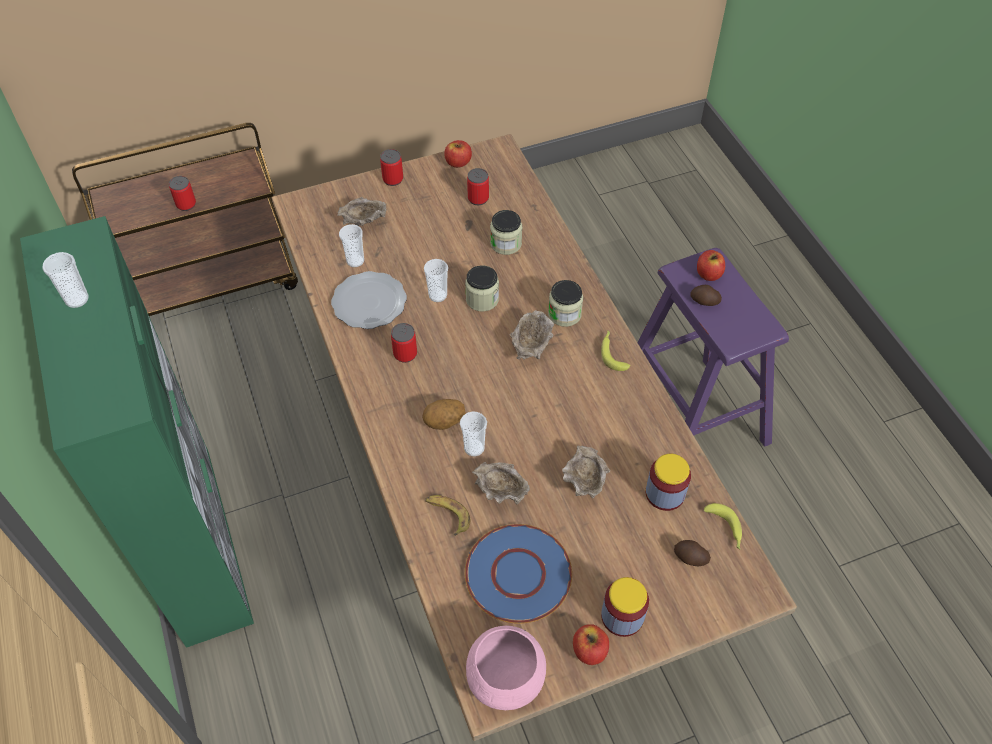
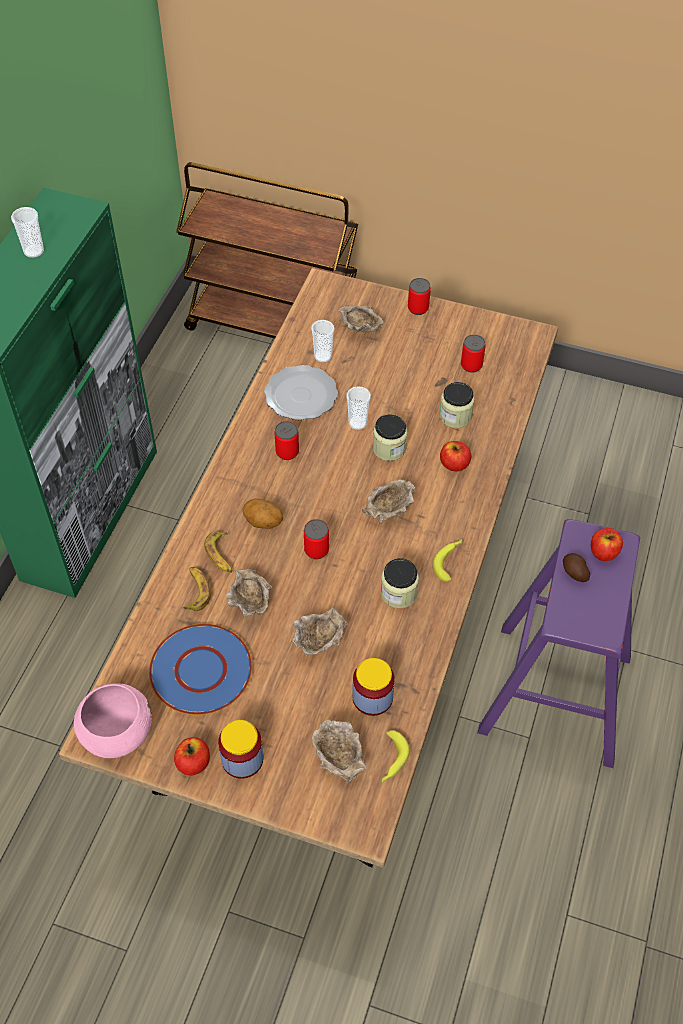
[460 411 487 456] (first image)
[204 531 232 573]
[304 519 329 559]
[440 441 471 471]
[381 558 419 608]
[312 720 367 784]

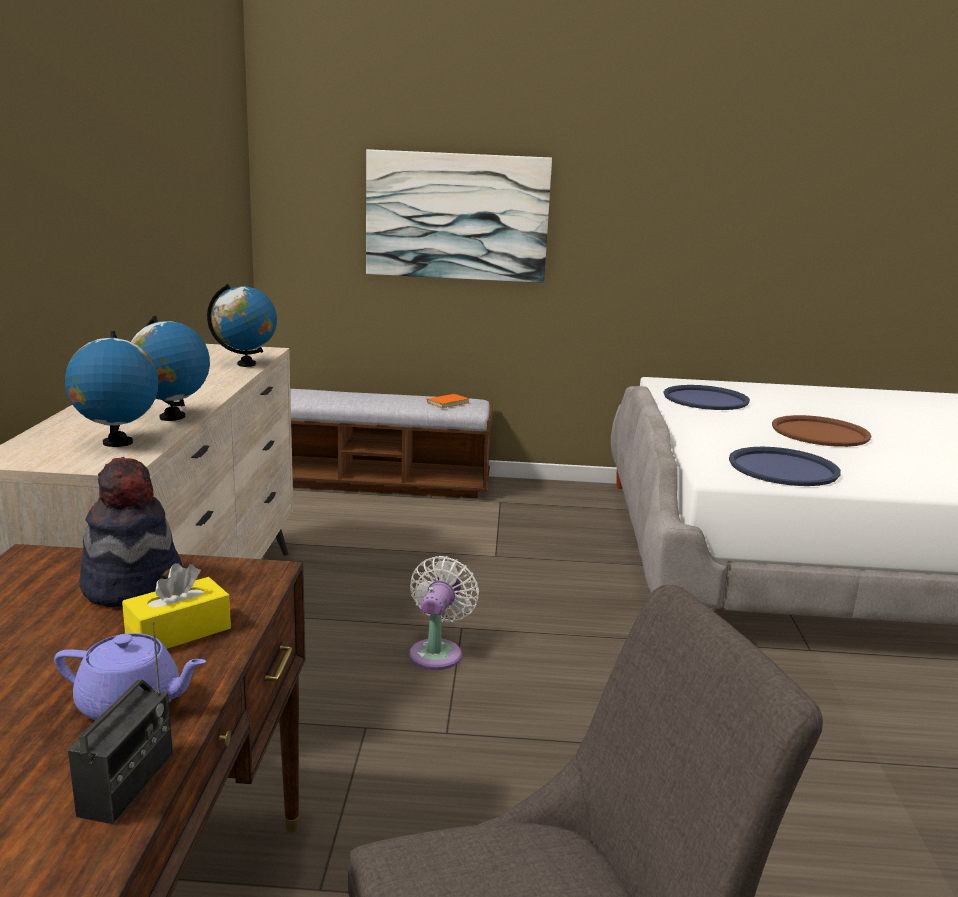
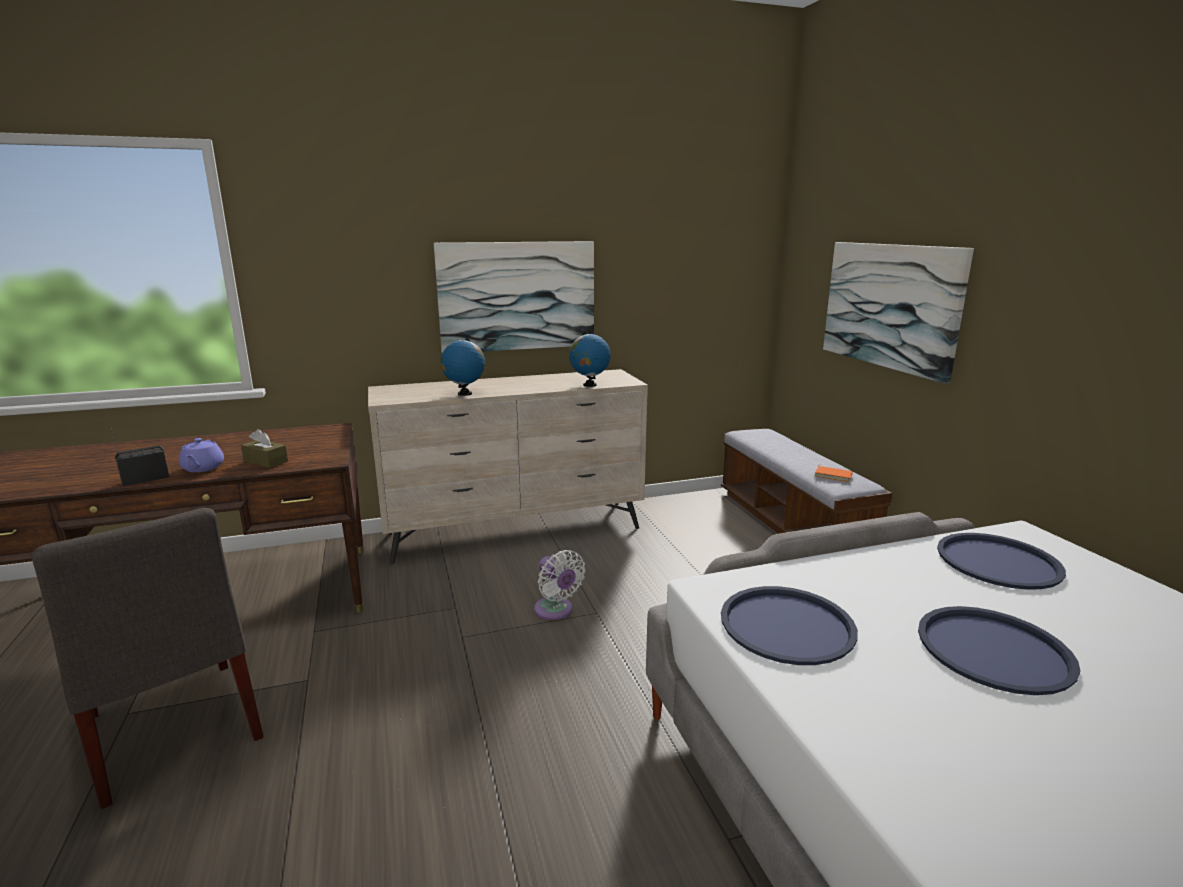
[65 331 159 447] (first image)
[79 457 182 607] (first image)
[434 241 594 353]
[241 429 288 468]
[918 606 1080 695]
[110 425 169 487]
[534 550 586 620]

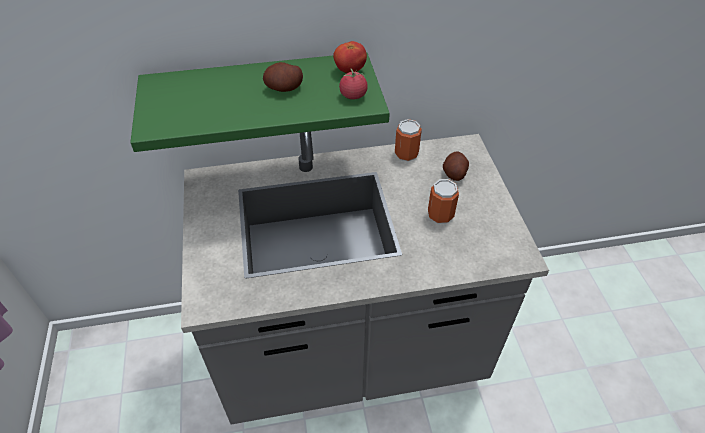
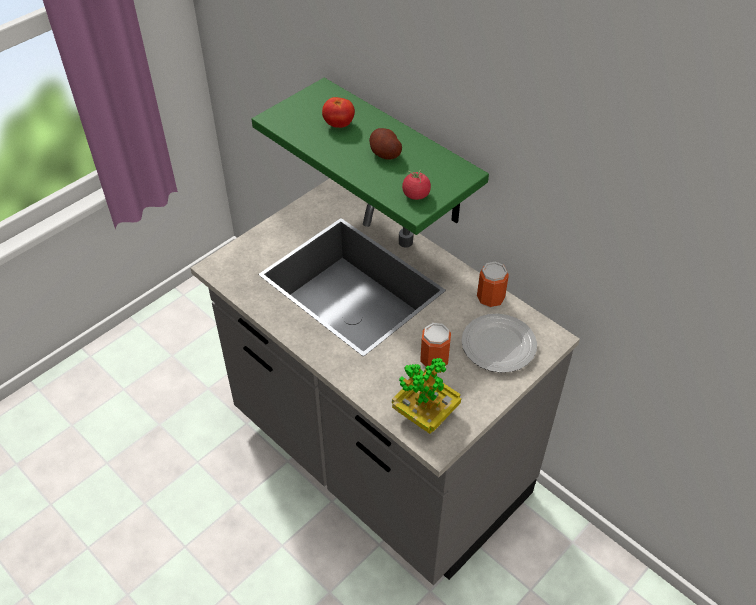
[392 358 461 434]
[322 97 355 128]
[461 314 537 373]

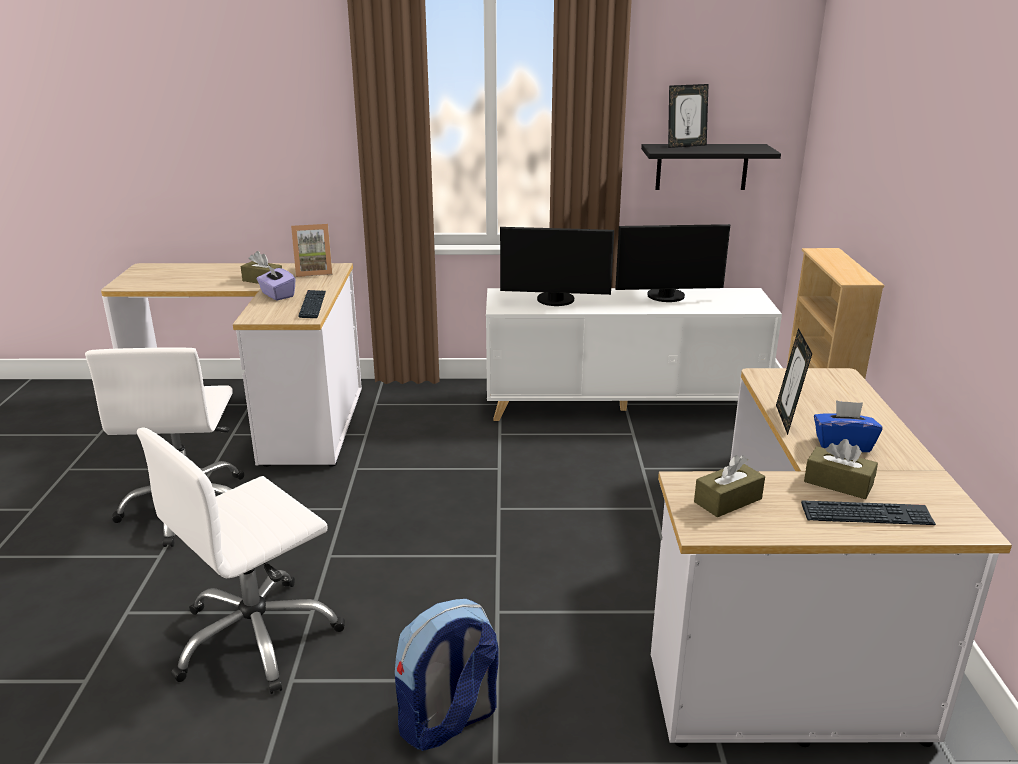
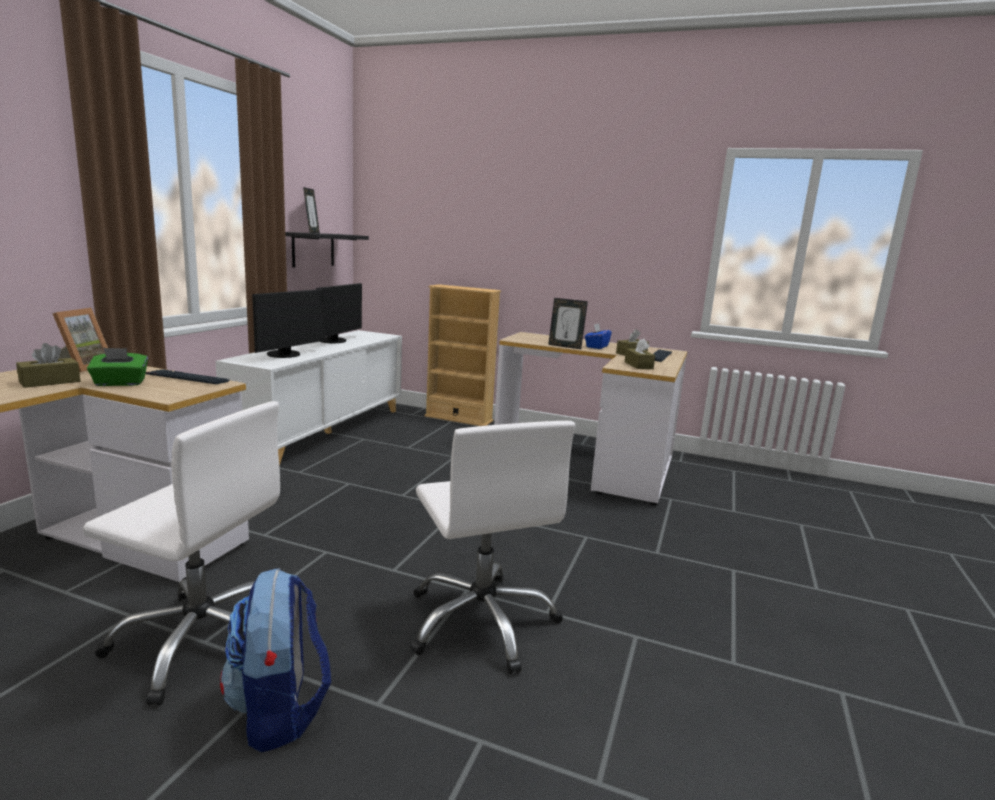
[220 568 331 752]
[87 348 148 386]

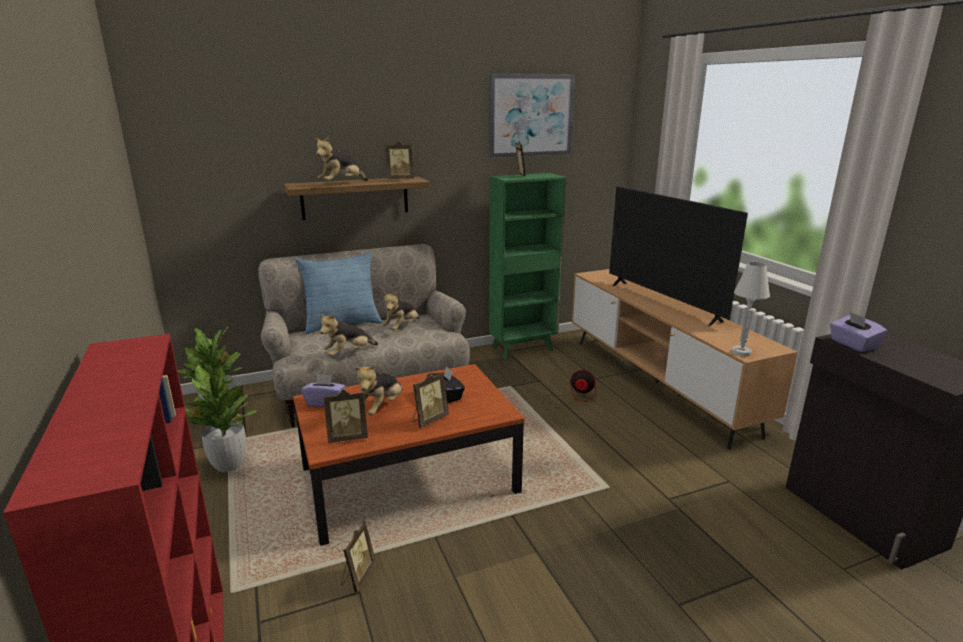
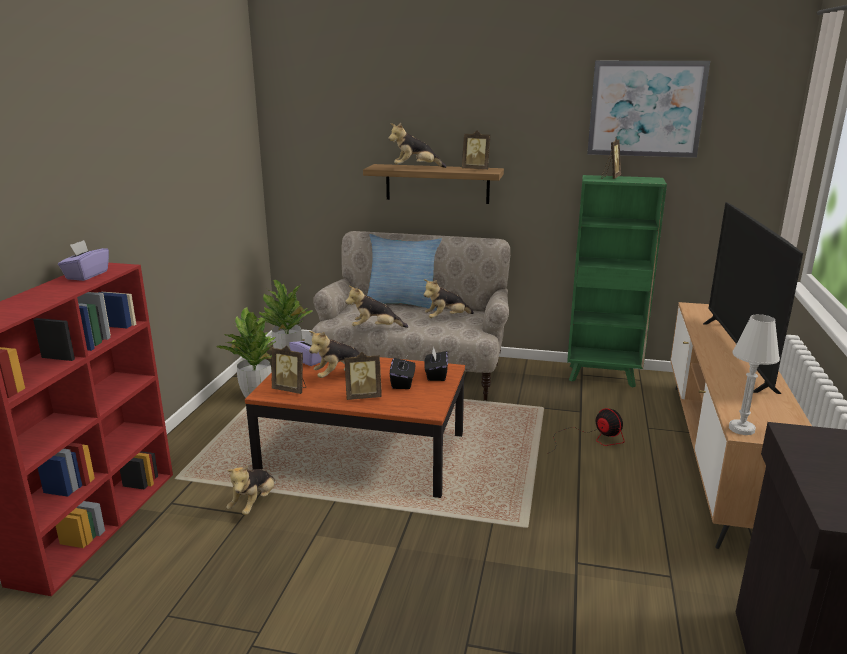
[424 347 448 381]
[58 240 109 281]
[227 465 275 515]

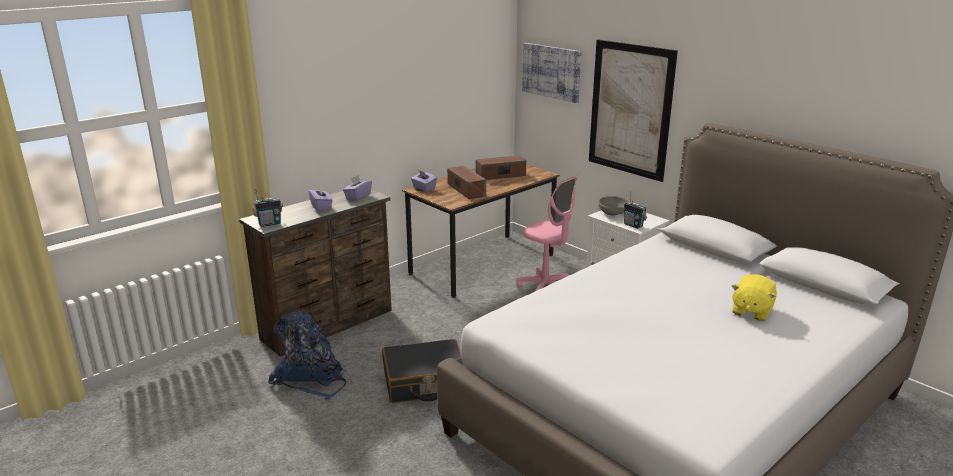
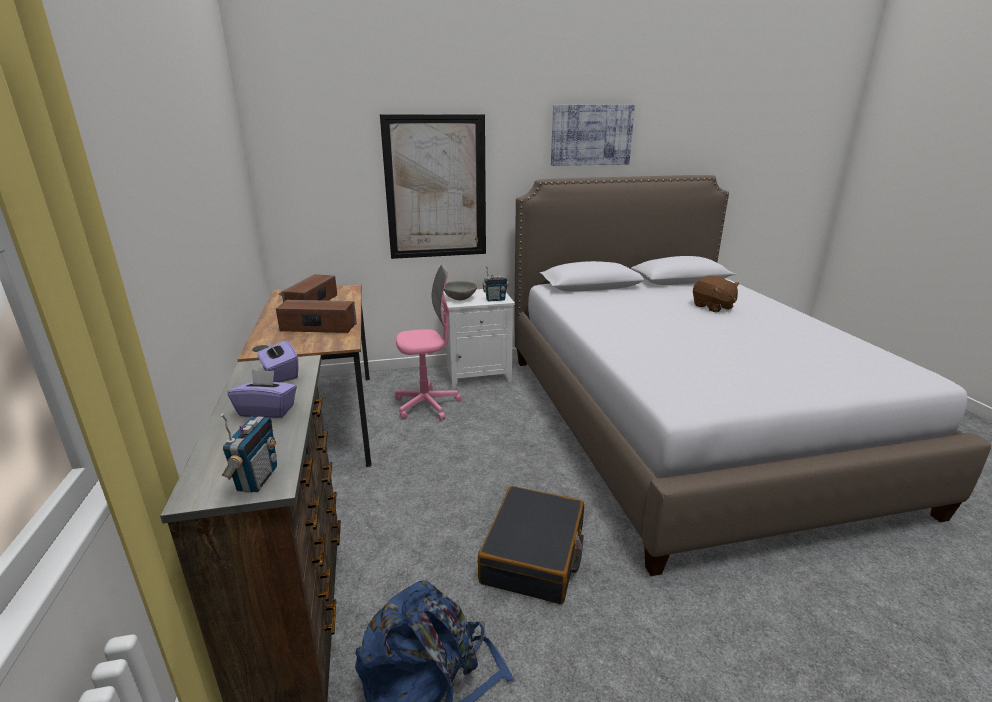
[411 170 437 192] (first image)
[551 105 635 166]
[693 275 739 312]

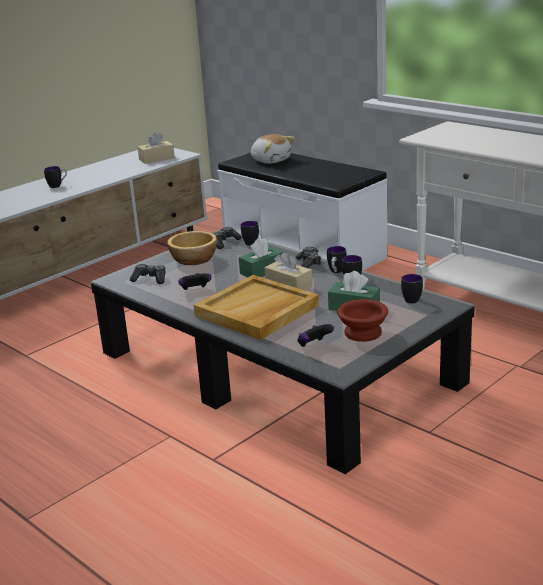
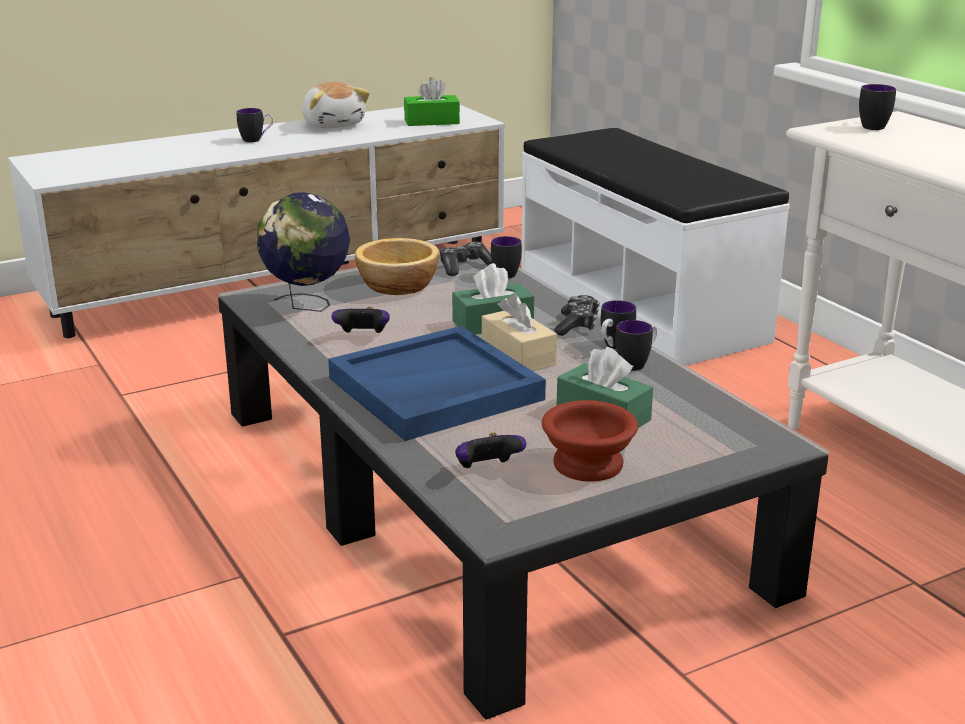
[302 82 370 128]
[859 84 896 130]
[256 192 350 312]
[404 77 460 126]
[328 326 546 441]

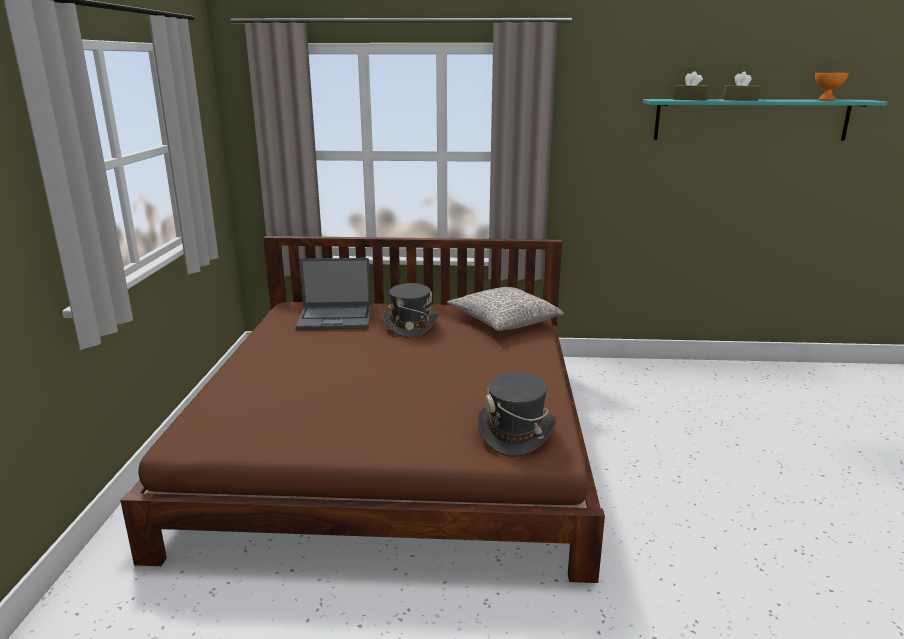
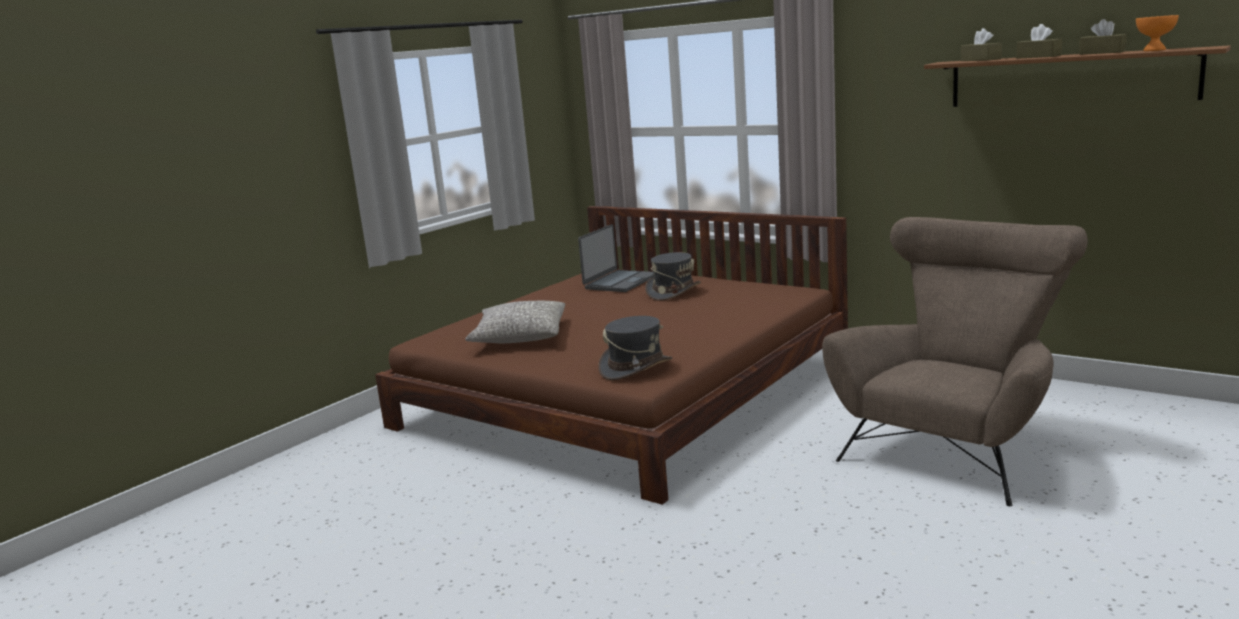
[822 217 1088 506]
[1079 19 1127 55]
[465 301 565 343]
[924 45 1231 107]
[578 224 654 292]

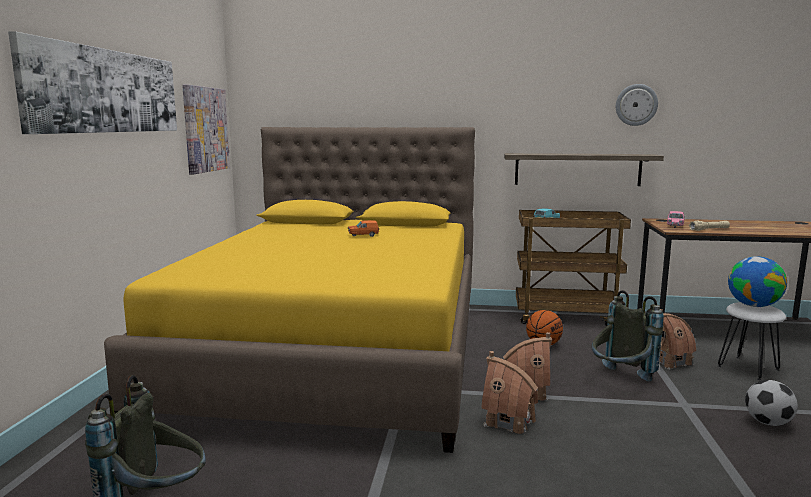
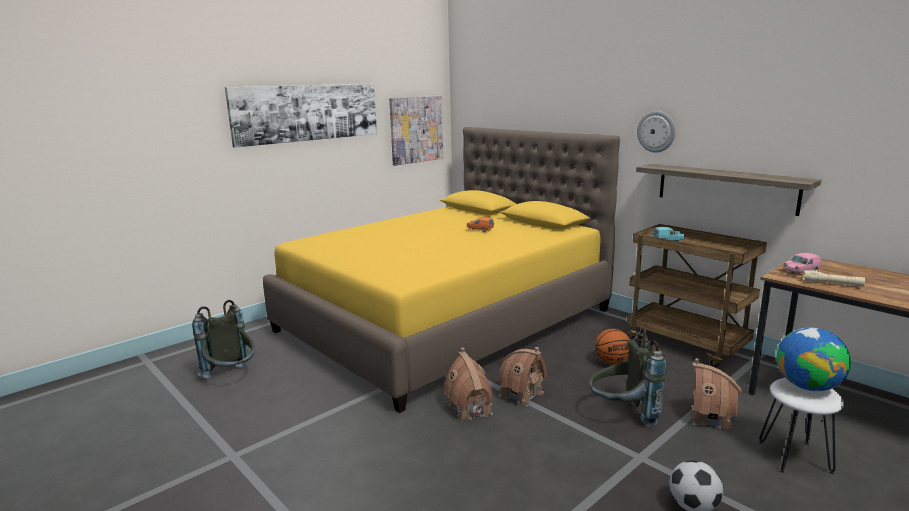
[637 111 676 153]

